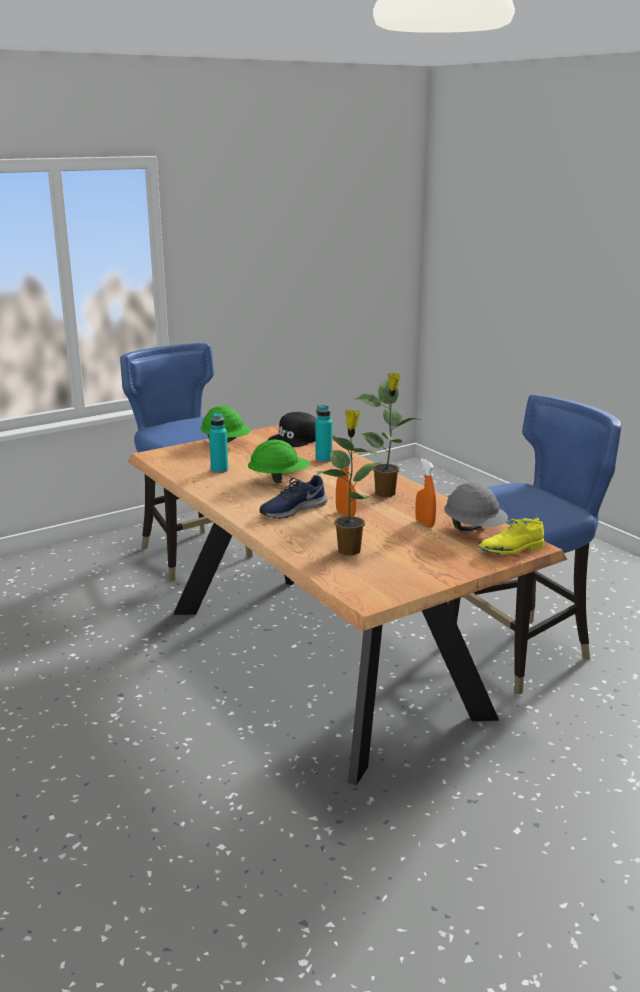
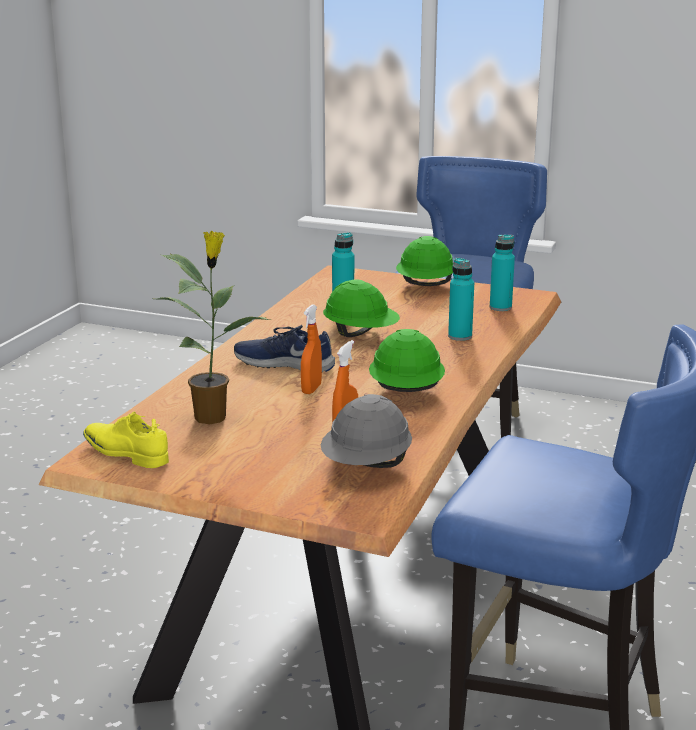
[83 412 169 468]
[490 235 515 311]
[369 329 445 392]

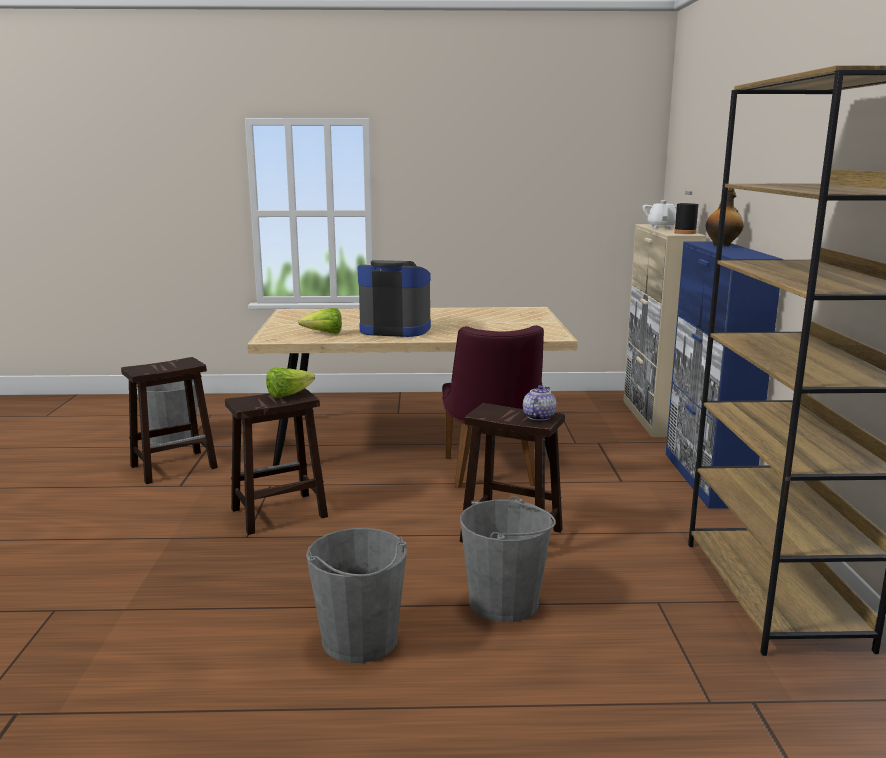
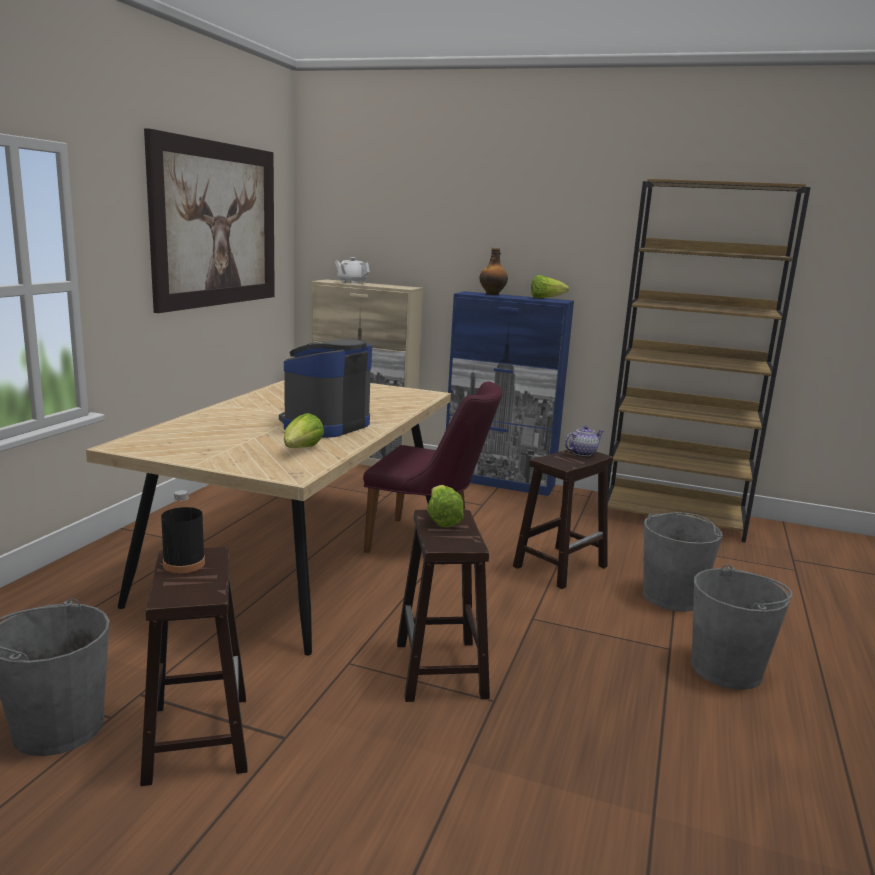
[144 128 275 313]
[531 275 569 299]
[161 490 205 573]
[565 426 604 456]

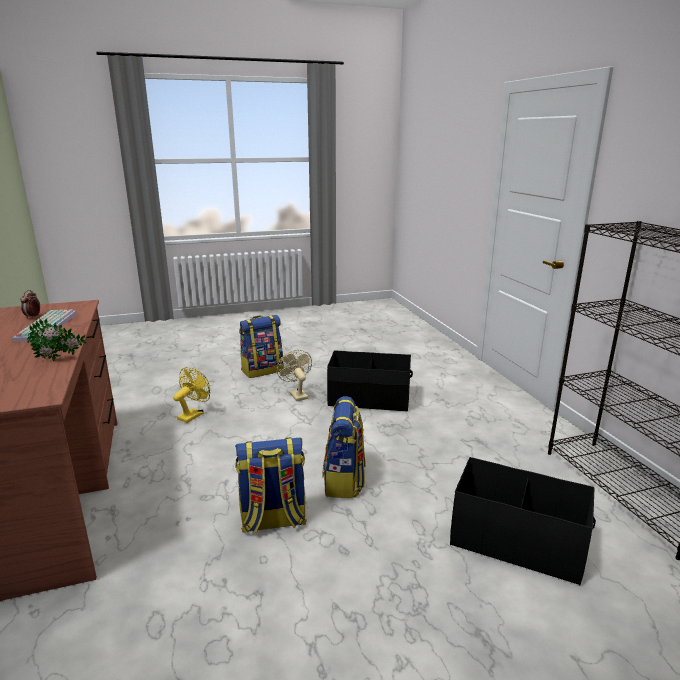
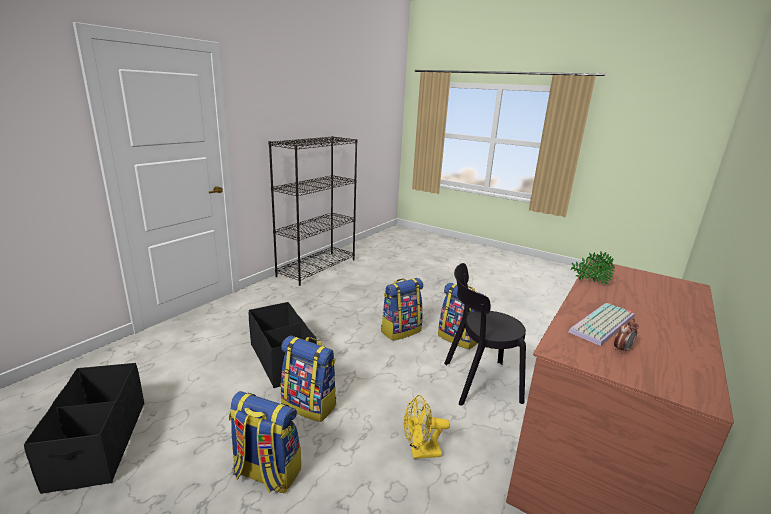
[444 263 526 406]
[24 363 144 494]
[281 336 336 422]

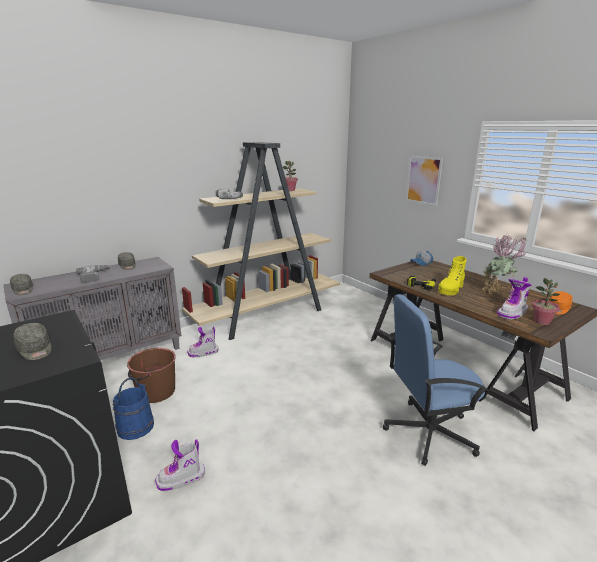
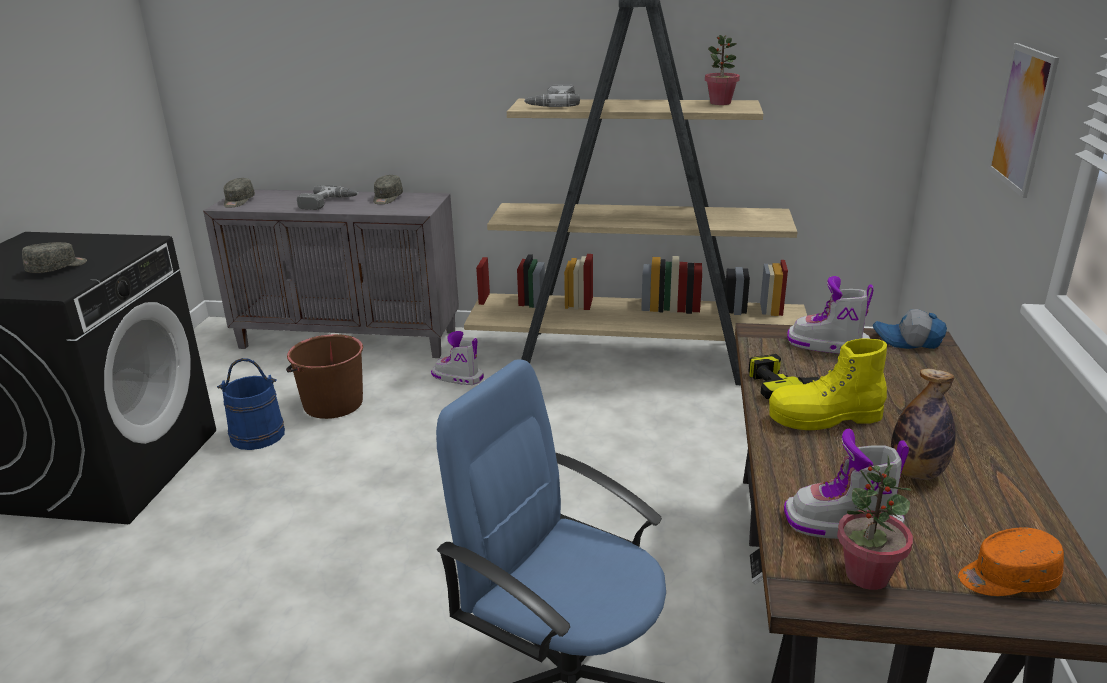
[787 276 873 354]
[891 369 956 480]
[22 242 87 273]

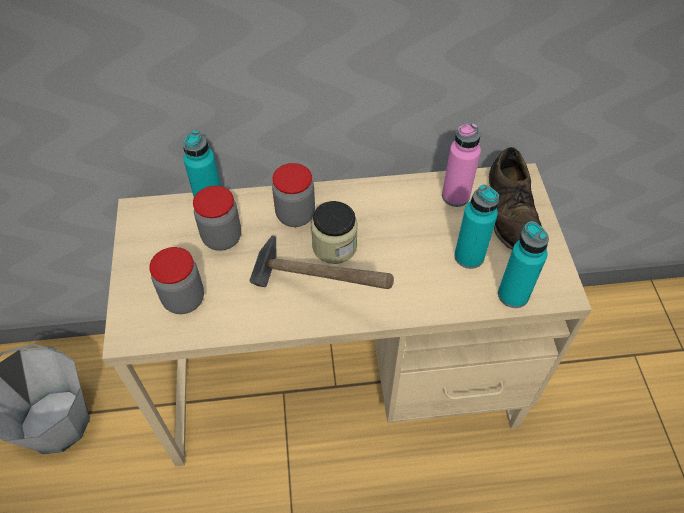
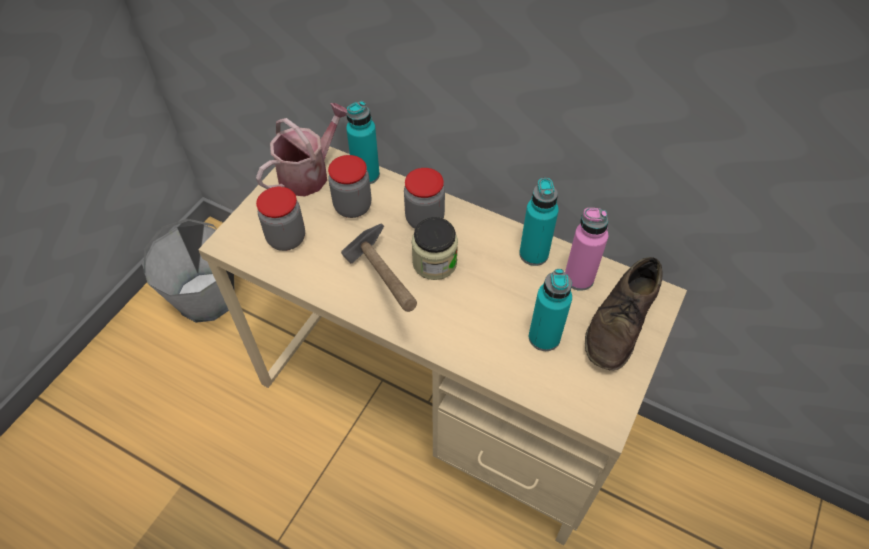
[256 103 347 197]
[519 178 559 266]

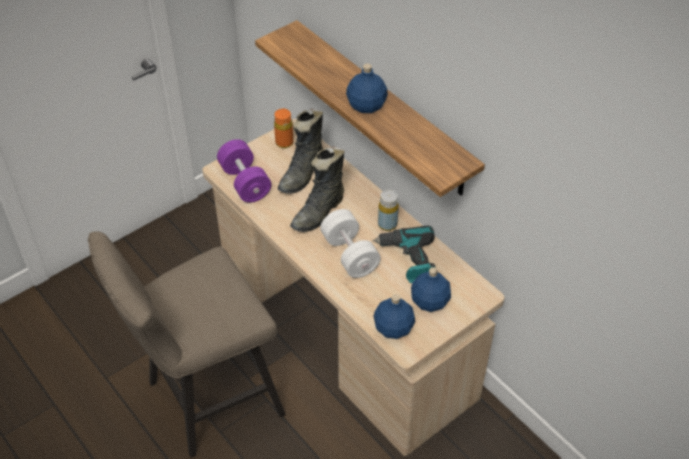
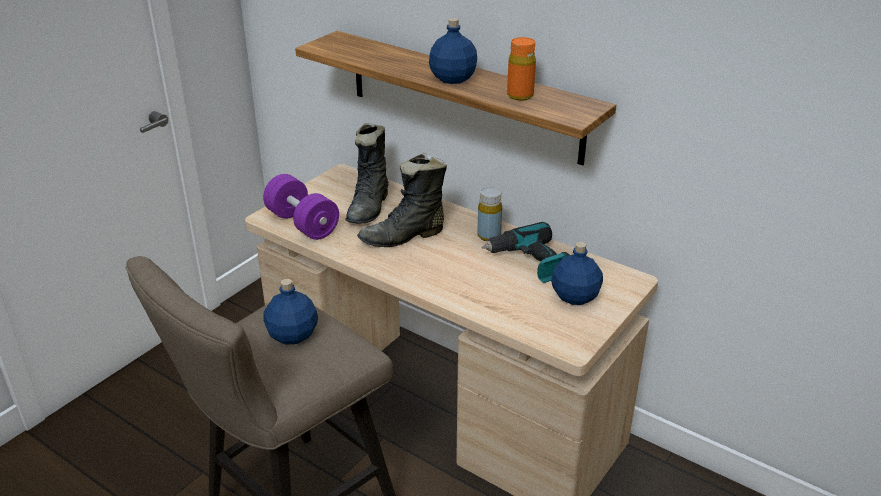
[320 209 381 278] (first image)
[507 37 536 101]
[263 279 318 345]
[357 153 447 247]

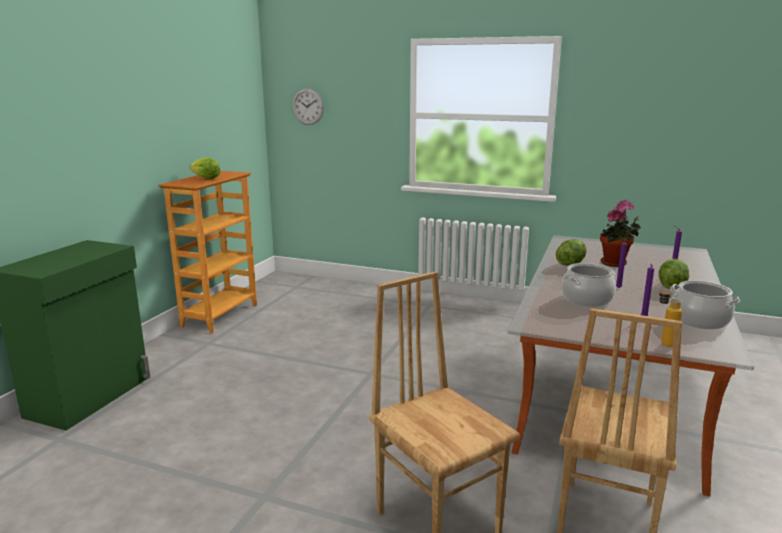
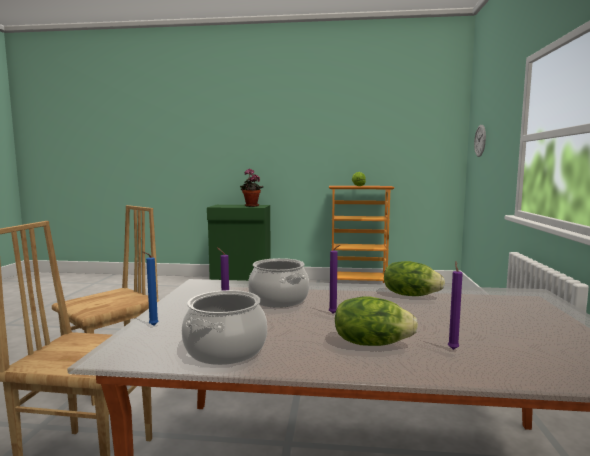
[240 169 263 207]
[142 251 159 326]

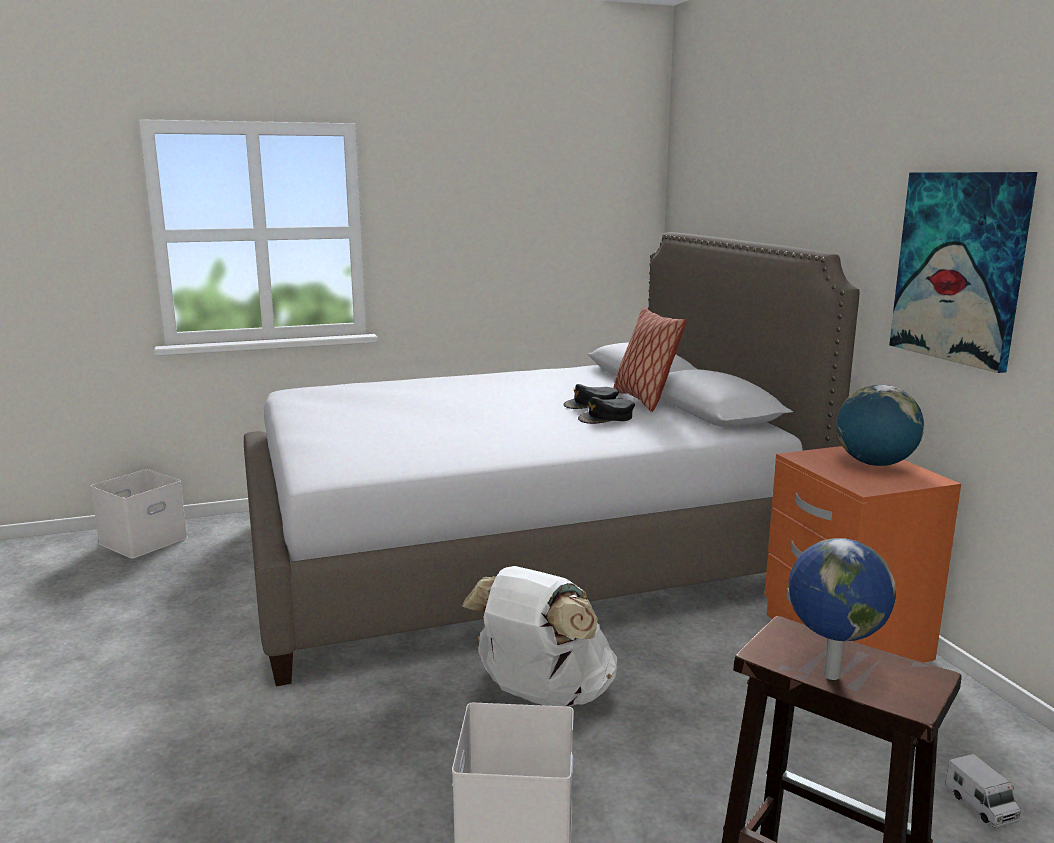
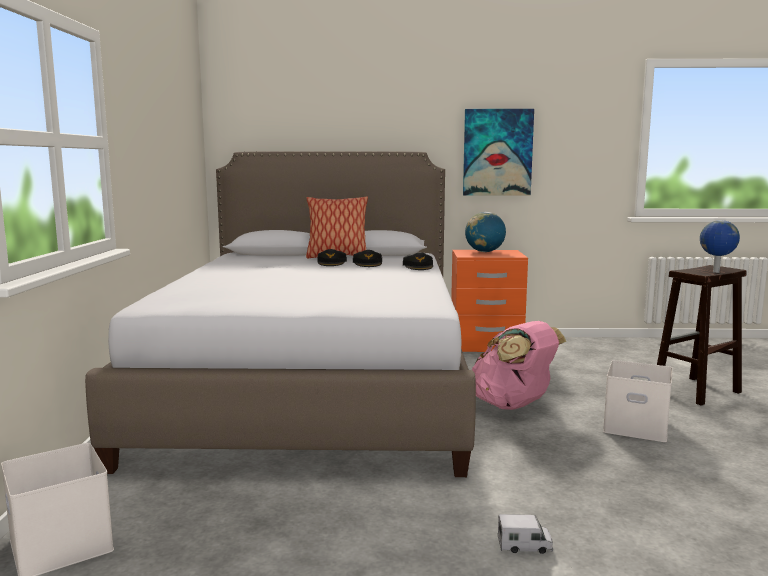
[403 252 433 270]
[498 514 553 554]
[472 321 566 410]

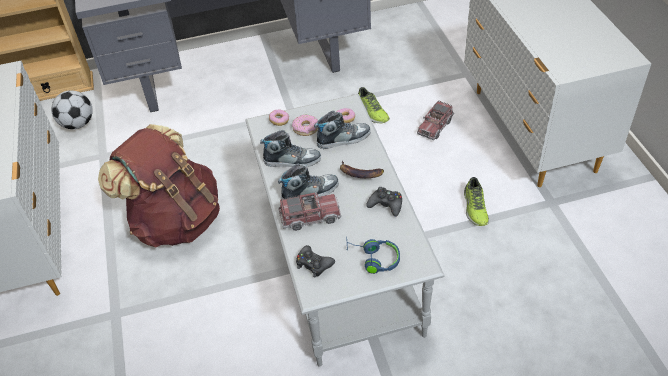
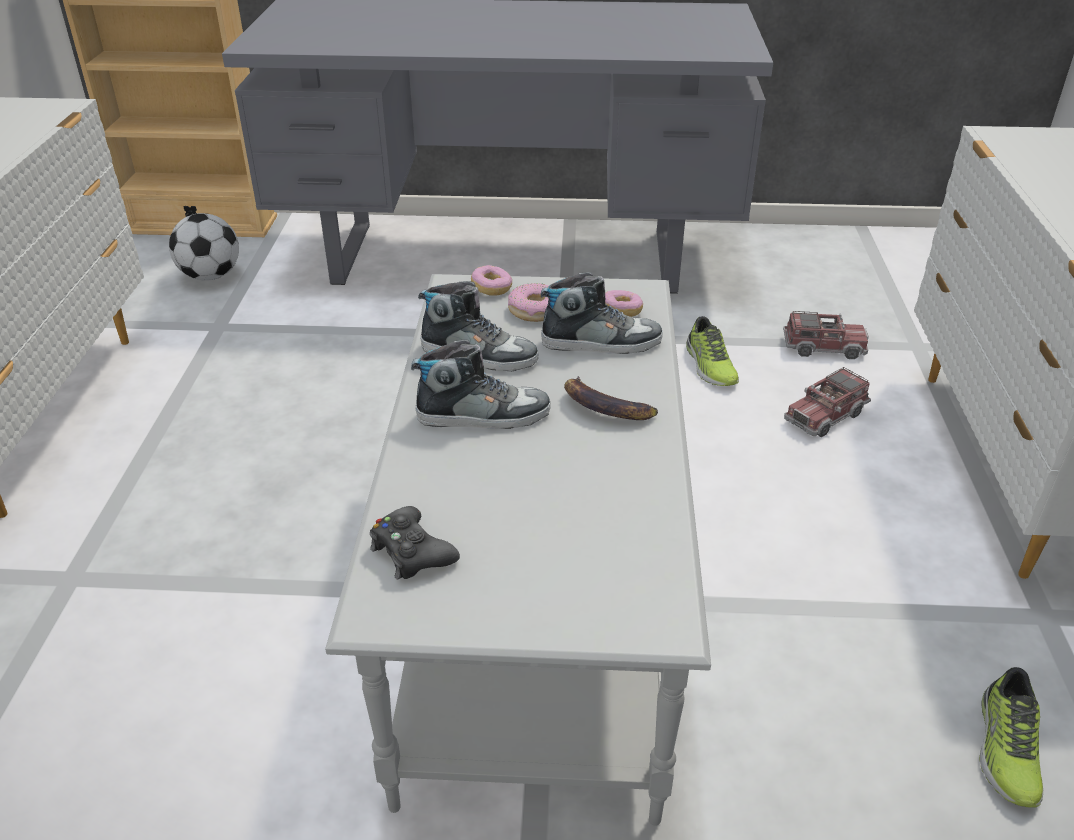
[98 124 220 248] (first image)
[346 237 400 274] (first image)
[366 187 402 217] (first image)
[783 311 869 359]
[979 667 1043 808]

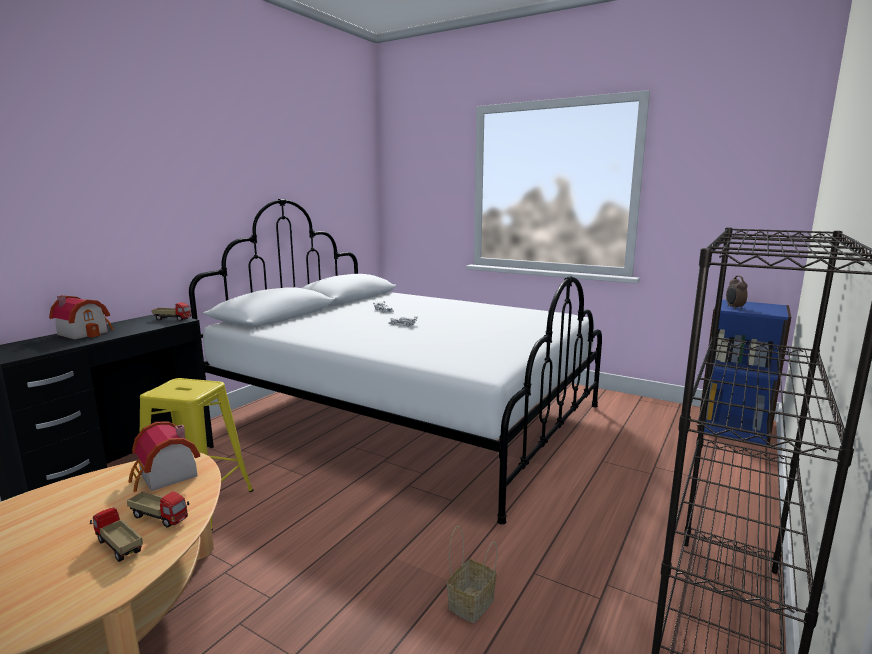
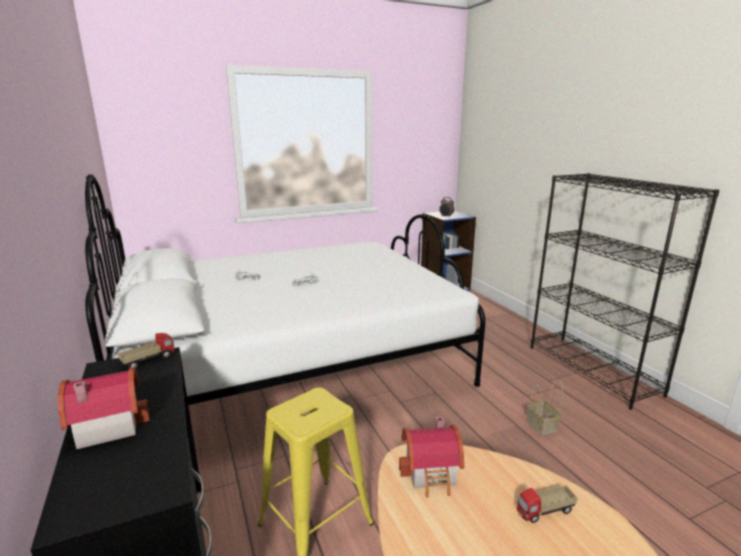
[127 491 189 528] (first image)

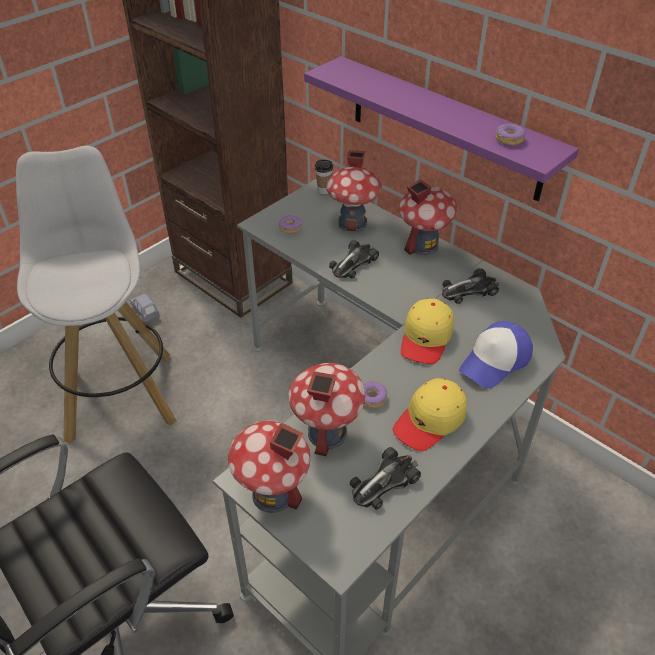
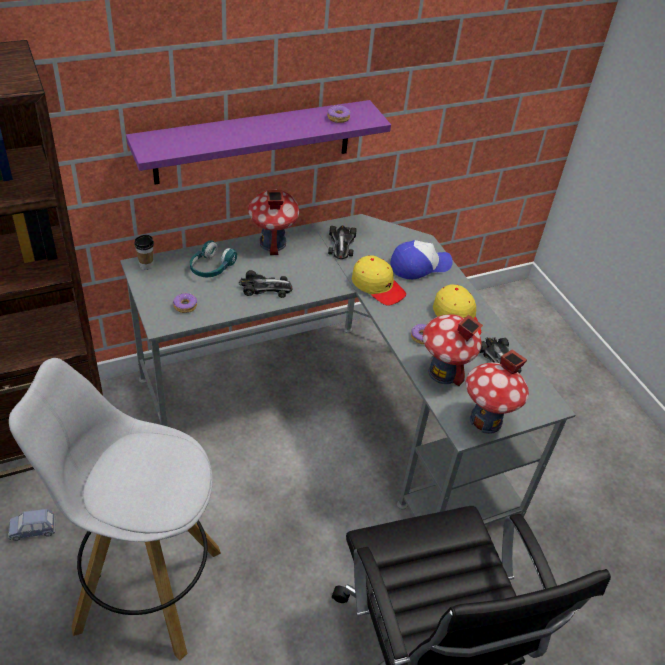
[190 240 237 277]
[239 270 293 298]
[391 240 453 279]

